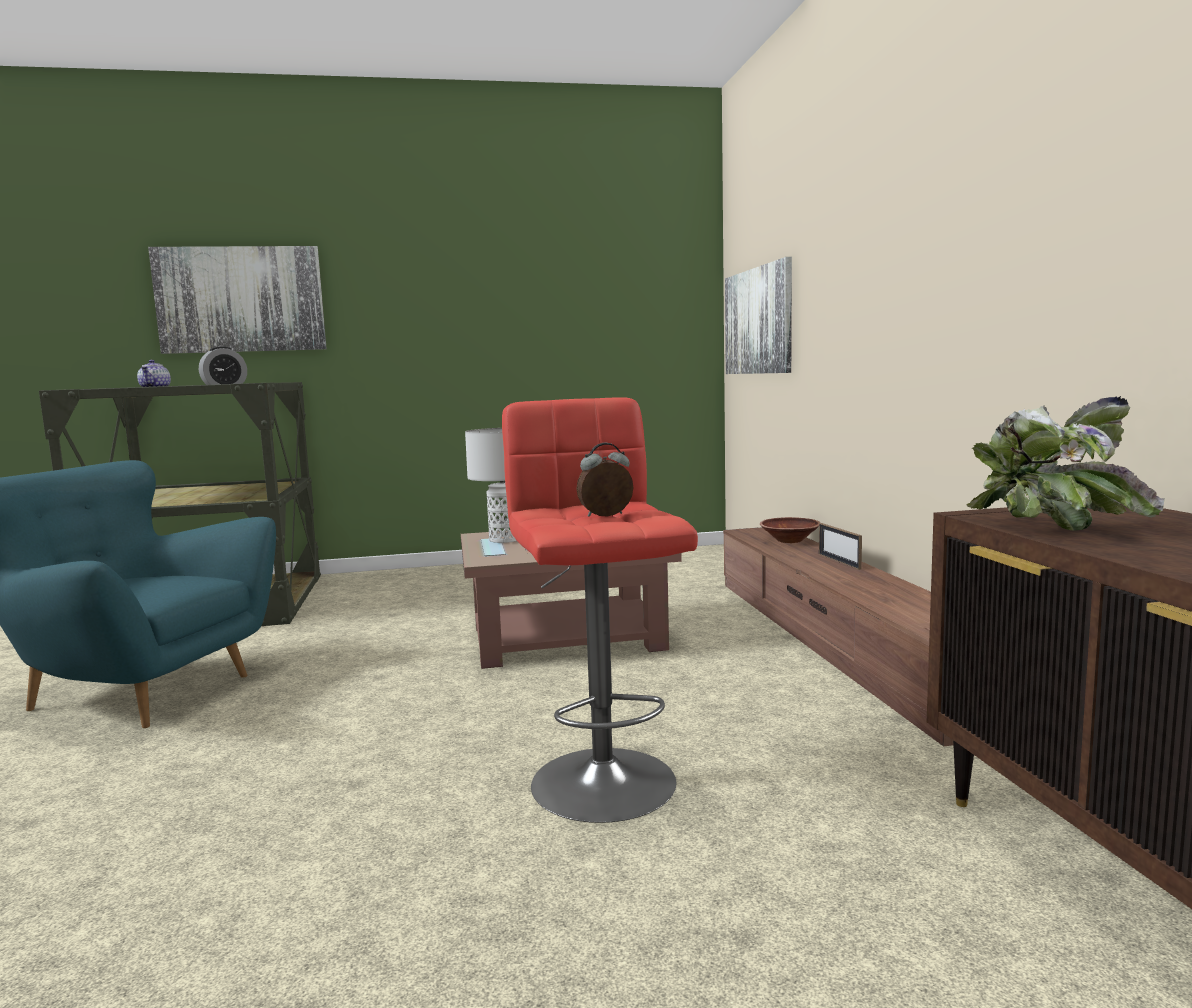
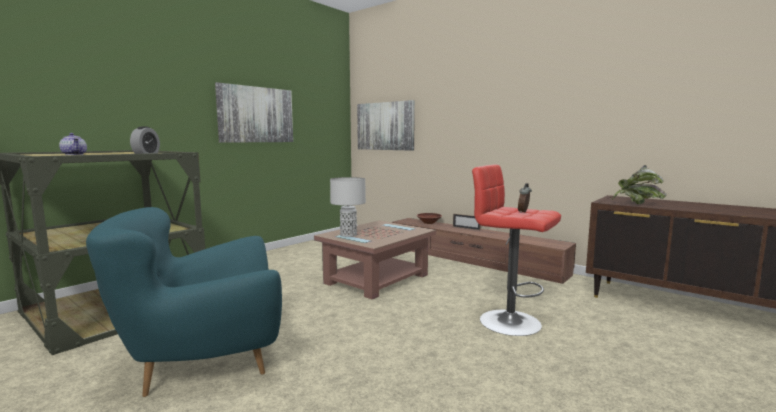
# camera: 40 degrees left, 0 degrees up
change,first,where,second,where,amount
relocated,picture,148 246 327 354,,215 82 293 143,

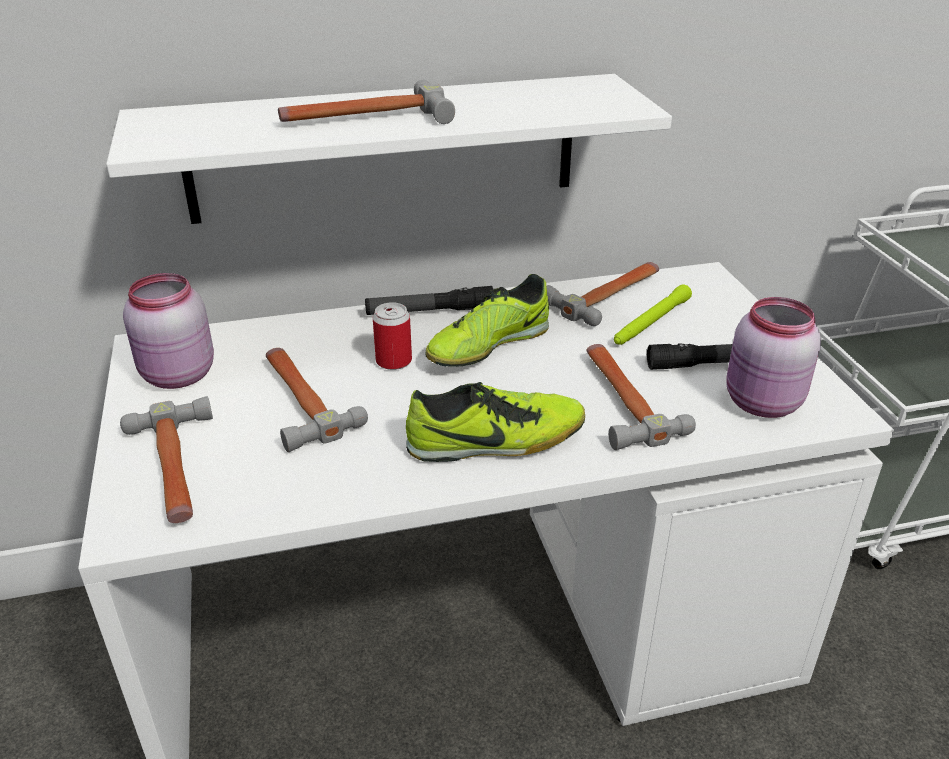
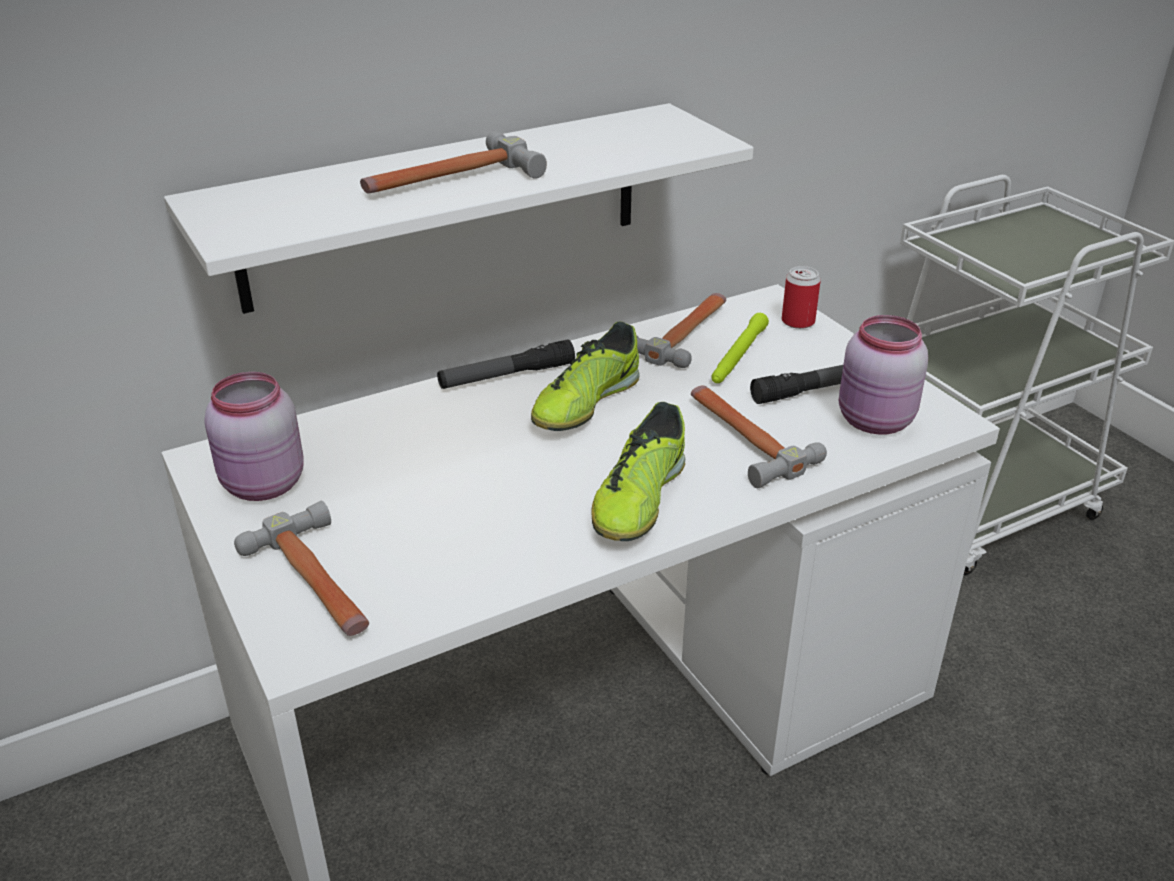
# camera: 15 degrees left, 0 degrees up
change,first,where,second,where,amount
relocated,can,373 302 412 370,,782 266 821 329,
missing,hammer,266 348 368 452,,,
spun,shoe,406 382 585 462,,591 402 685 541,135 degrees clockwise

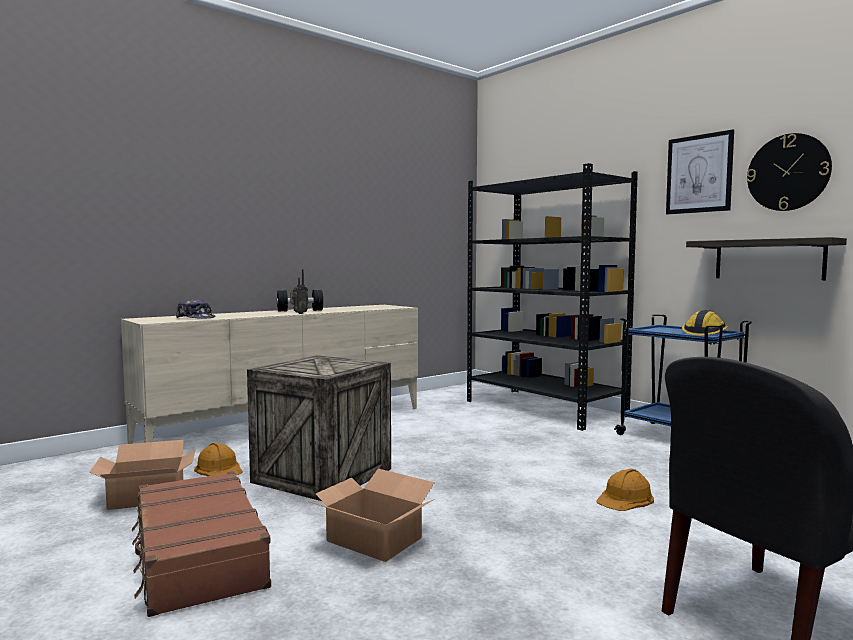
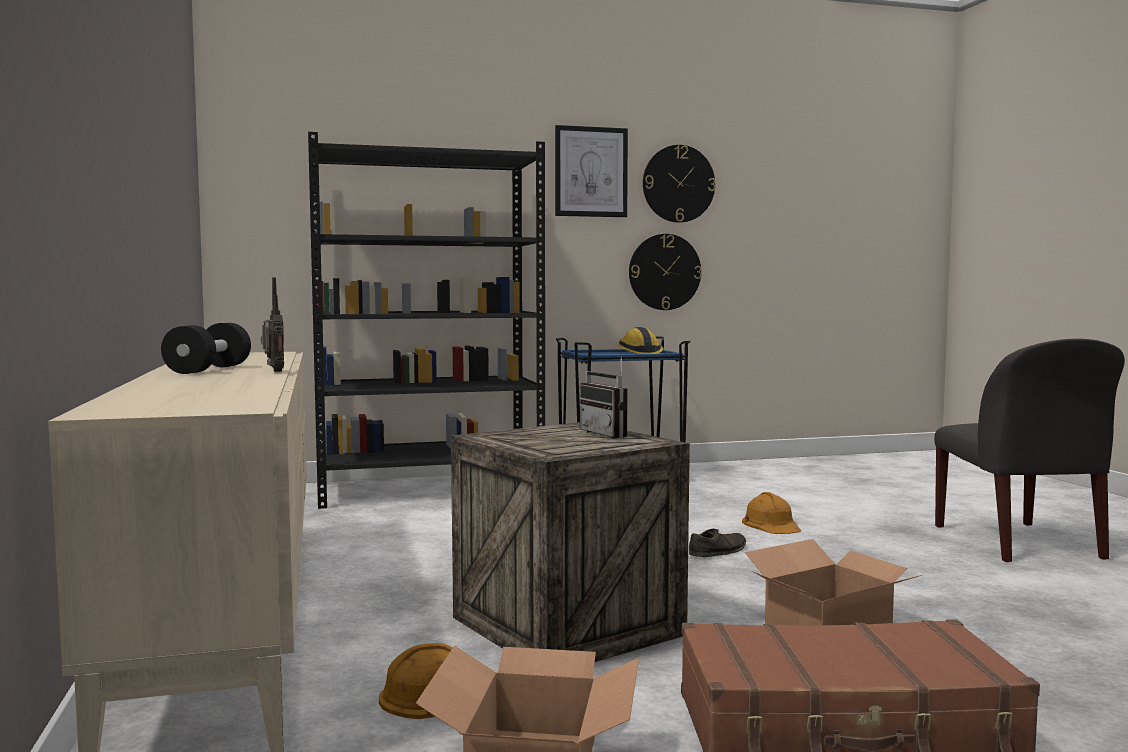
# camera: 65 degrees left, 0 degrees up
change,first,where,second,where,amount
exchanged,shelf,686 237 847 280,wall clock,629 234 702 310,
missing,cap,176 299 216 319,,,
appeared,,,radio,580 356 628 439,
appeared,,,brown shoe,689 529 746 557,

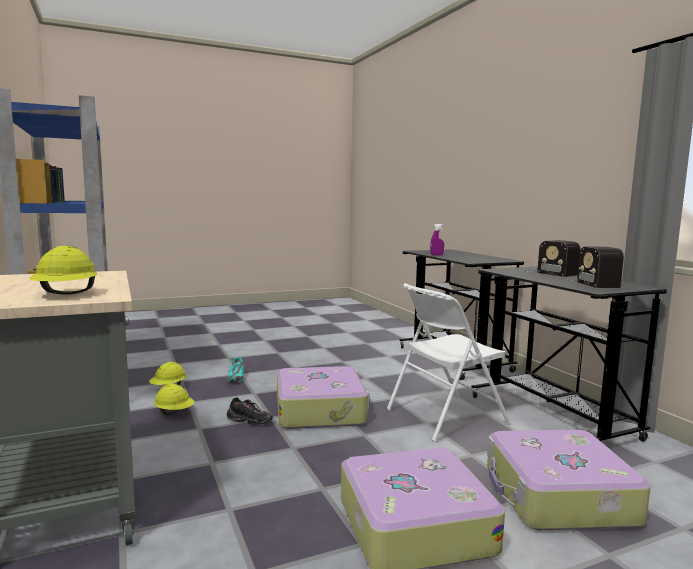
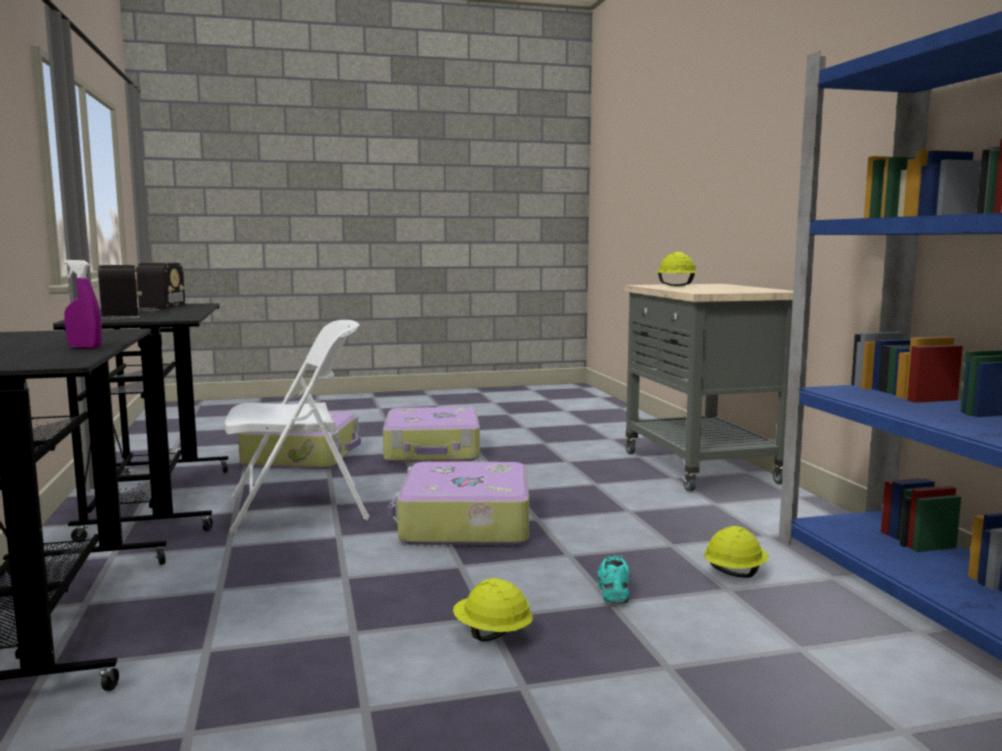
# camera: 170 degrees left, 0 degrees up
change,first,where,second,where,amount
relocated,yellow hard hat,154 384 194 415,,453 578 533 641,
missing,black shoe,227 397 273 425,,,

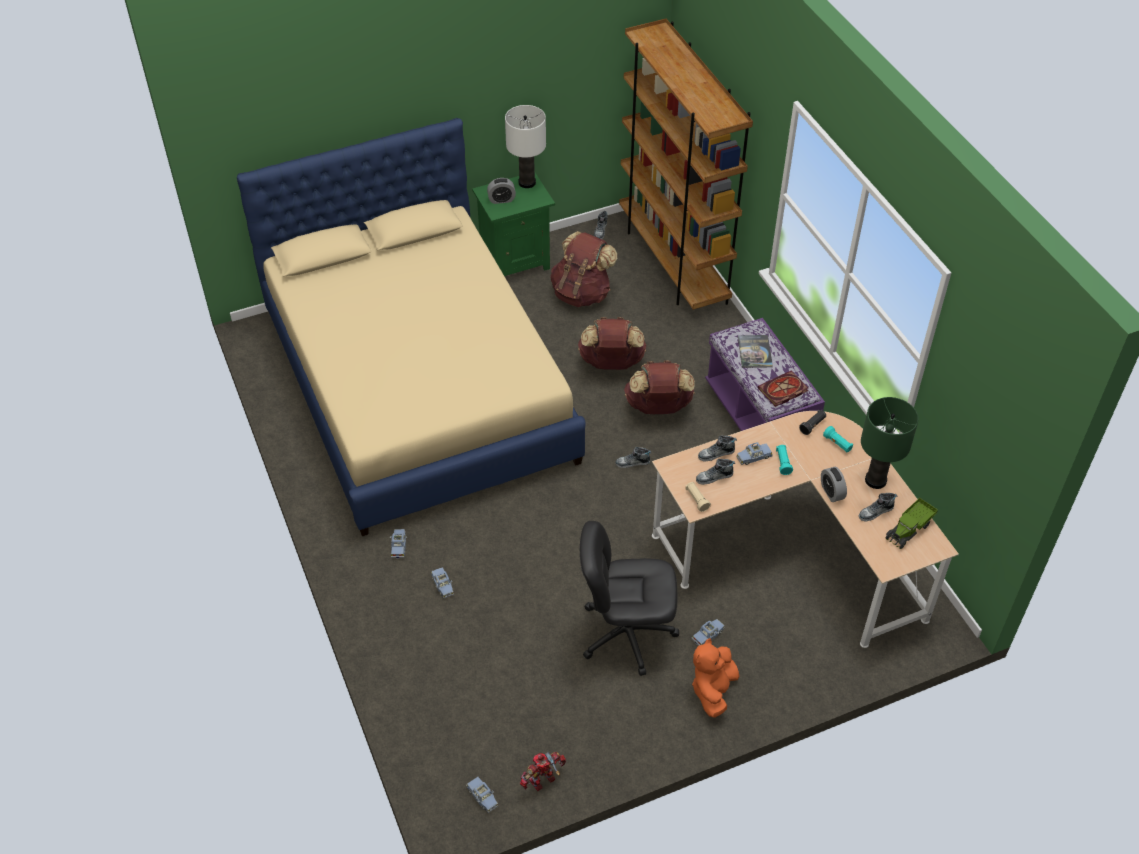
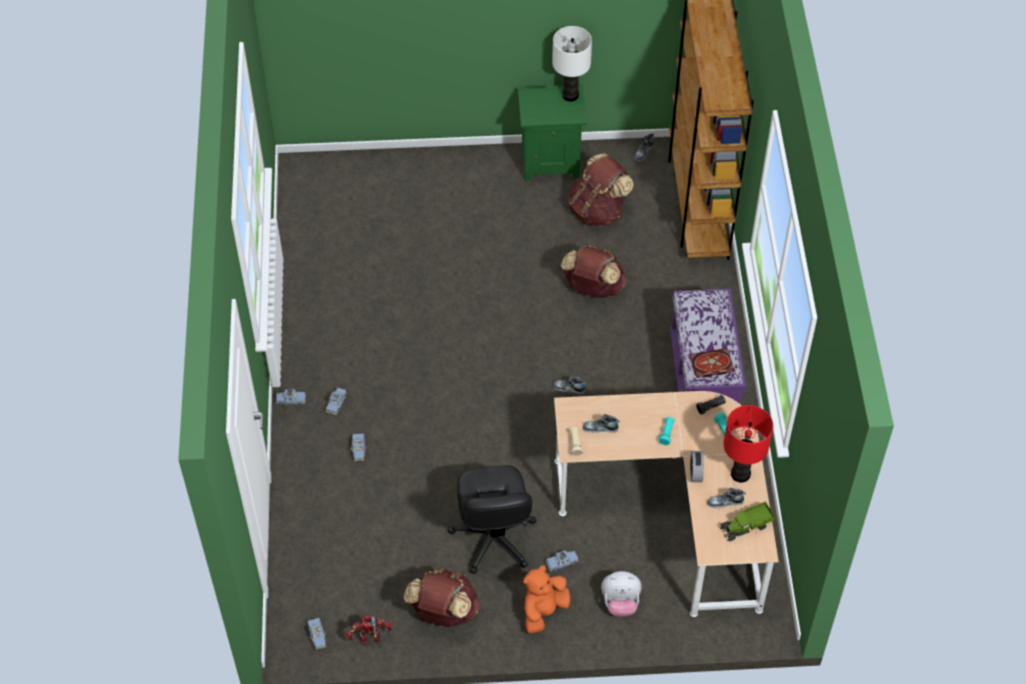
# camera: 20 degrees right, 5 degrees up
change,first,where,second,where,amount
missing,beige bed,237 118 586 536,,,
missing,alarm clock,487 178 516 204,,,
missing,book,738 335 773 368,,,
relocated,brown backpack,624 360 695 414,,404 567 480 627,
colour,green table lamp,861 397 918 489,red table lamp,723 405 773 482,
missing,shoe,698 436 737 462,,,
relocated,blue toy car,736 442 773 465,,276 389 306 405,
spun,black office chair,580 521 679 676,,448 465 537 574,120 degrees counterclockwise
appeared,,,plush toy,601 571 642 617,

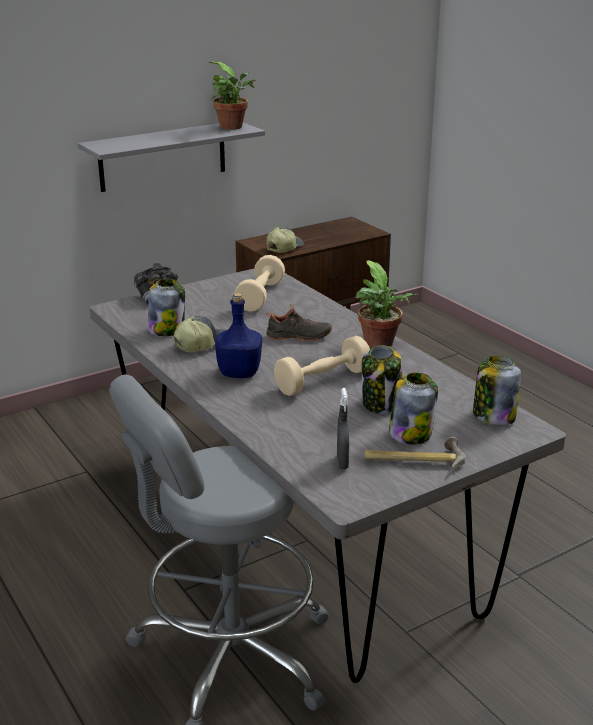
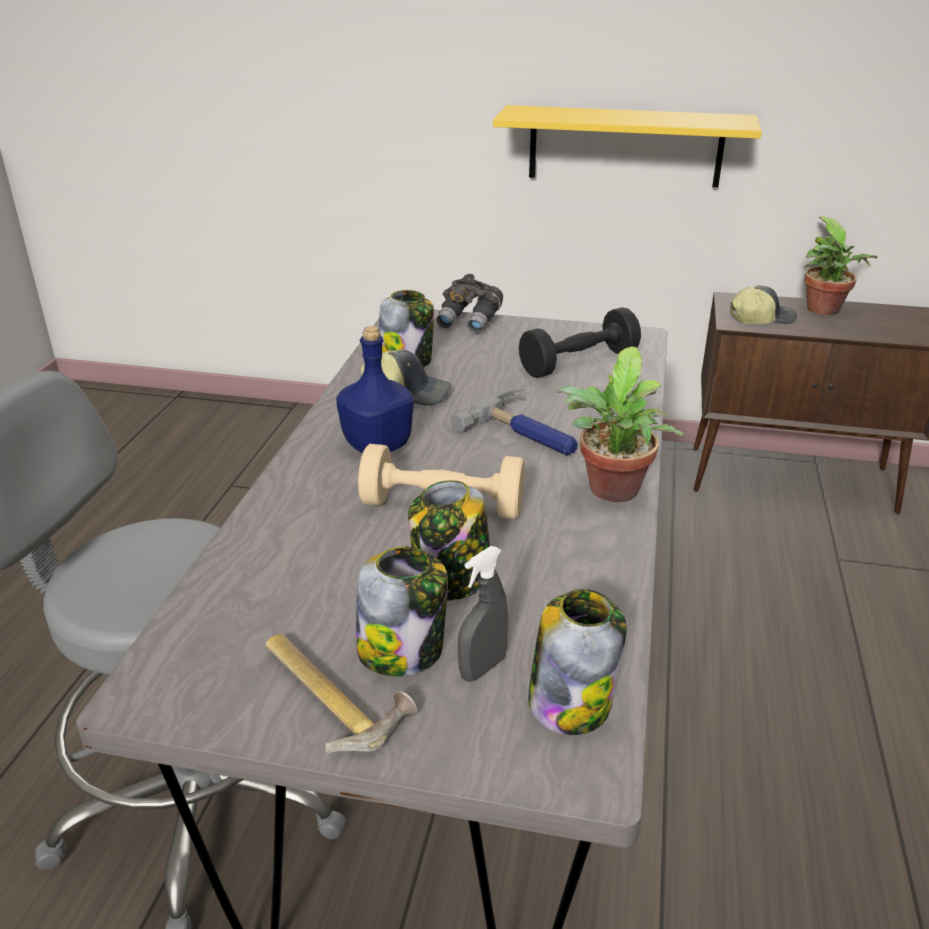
# camera: 45 degrees right, 5 degrees up
change,first,where,second,where,amount
relocated,potted plant,209 61 256 130,,803 216 877 316,
colour,grey shelf,78 123 265 192,yellow shelf,493 105 762 188,
colour,beige dumbbell,234 255 285 312,black dumbbell,519 307 641 378,
exchanged,black shoe,266 304 332 341,hammer,450 389 578 455,
relocated,grey spray bottle,337 388 349 469,,458 546 508 682,

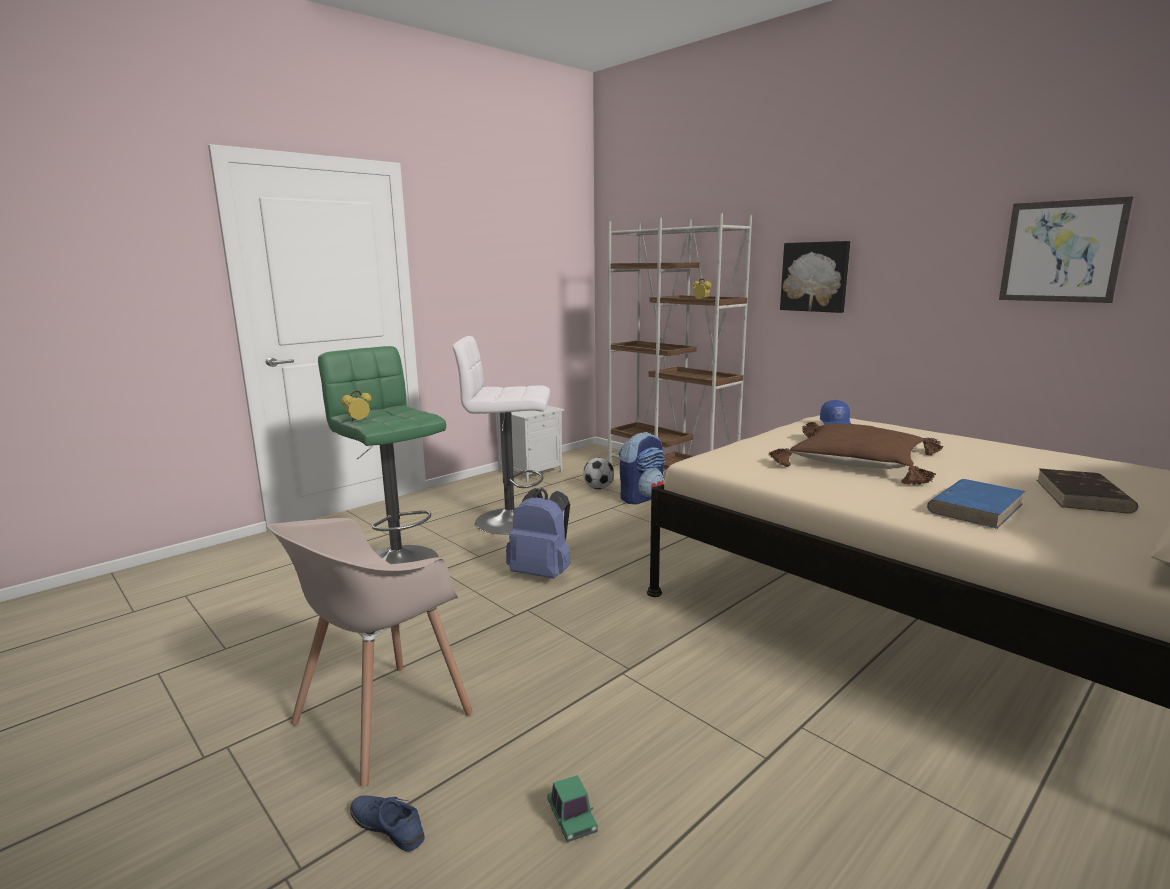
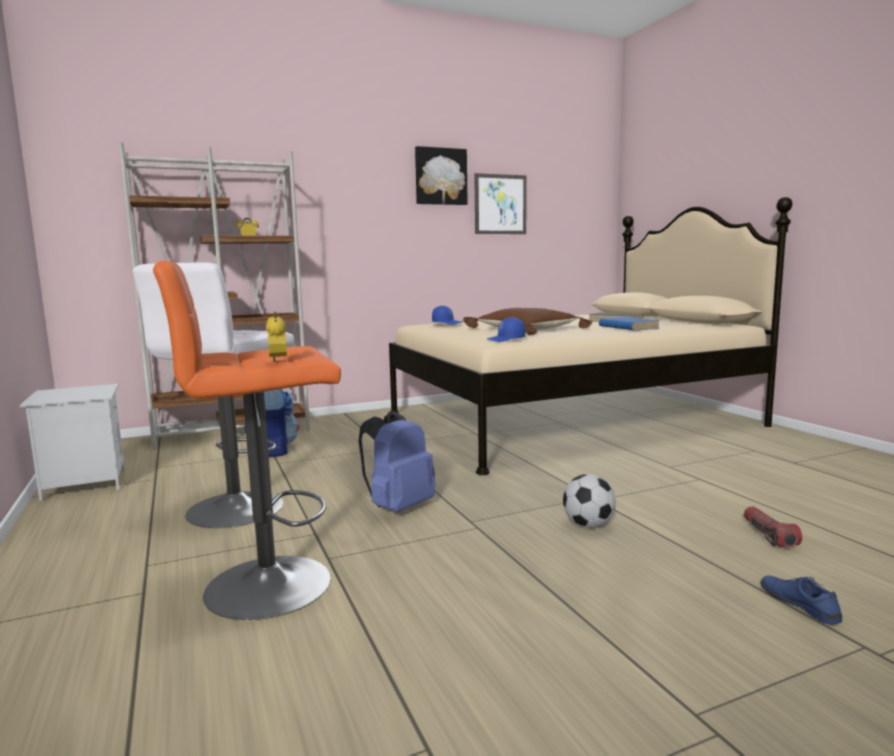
# camera: 70 degrees left, 5 degrees down
change,first,where,second,where,amount
relocated,picture,780 241 850 313,,415 146 468 205,
colour,green stool,318 346 446 564,orange stool,153 261 341 620,
relocated,football,583 458 614 489,,563 474 616 528,
missing,beige chair,267 518 473 787,,,
exchanged,toy car,548 775 597 843,flashlight,744 506 802 547,
spun,blue shoe,350 795 425 852,,761 575 842 625,105 degrees clockwise
appeared,,,blue cap,487 317 525 342,

